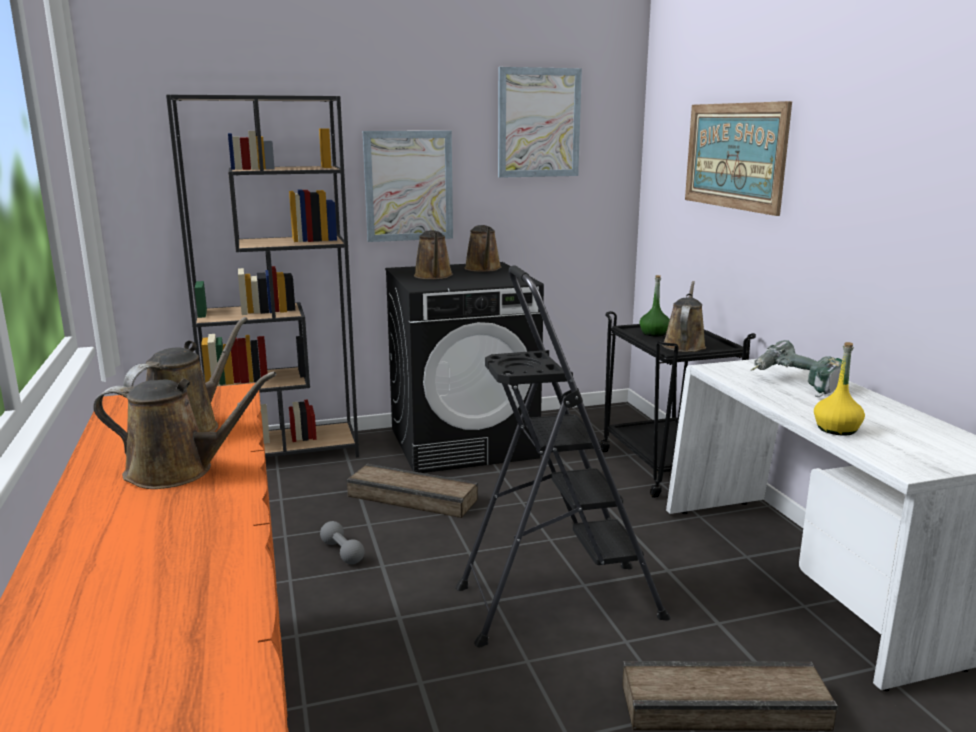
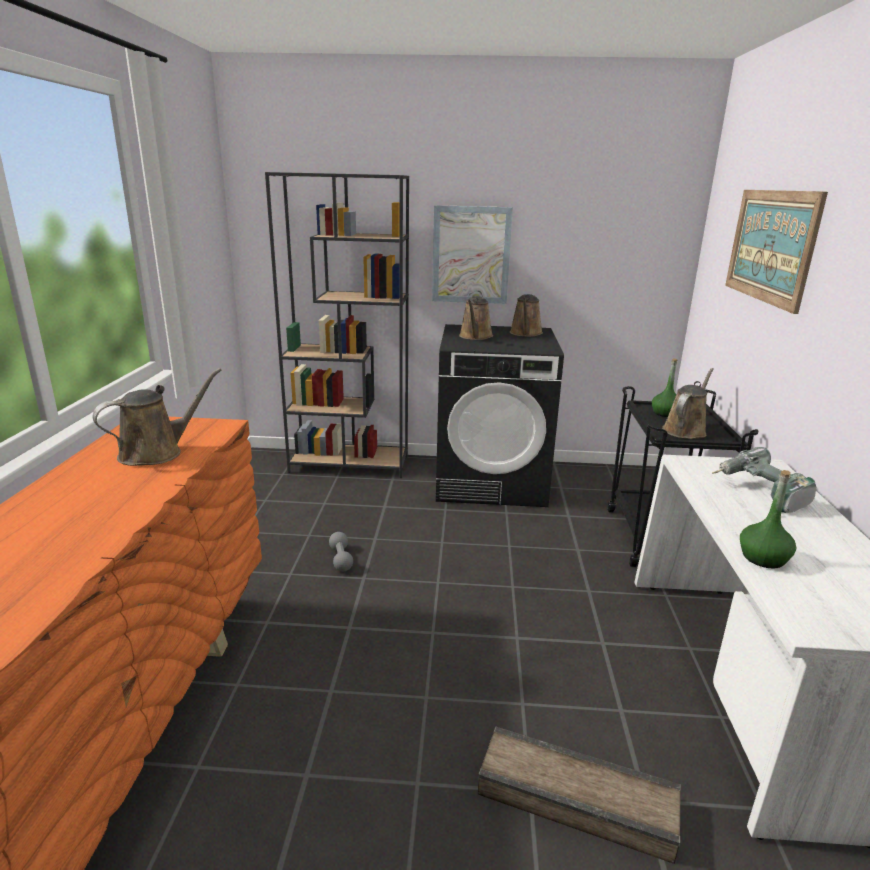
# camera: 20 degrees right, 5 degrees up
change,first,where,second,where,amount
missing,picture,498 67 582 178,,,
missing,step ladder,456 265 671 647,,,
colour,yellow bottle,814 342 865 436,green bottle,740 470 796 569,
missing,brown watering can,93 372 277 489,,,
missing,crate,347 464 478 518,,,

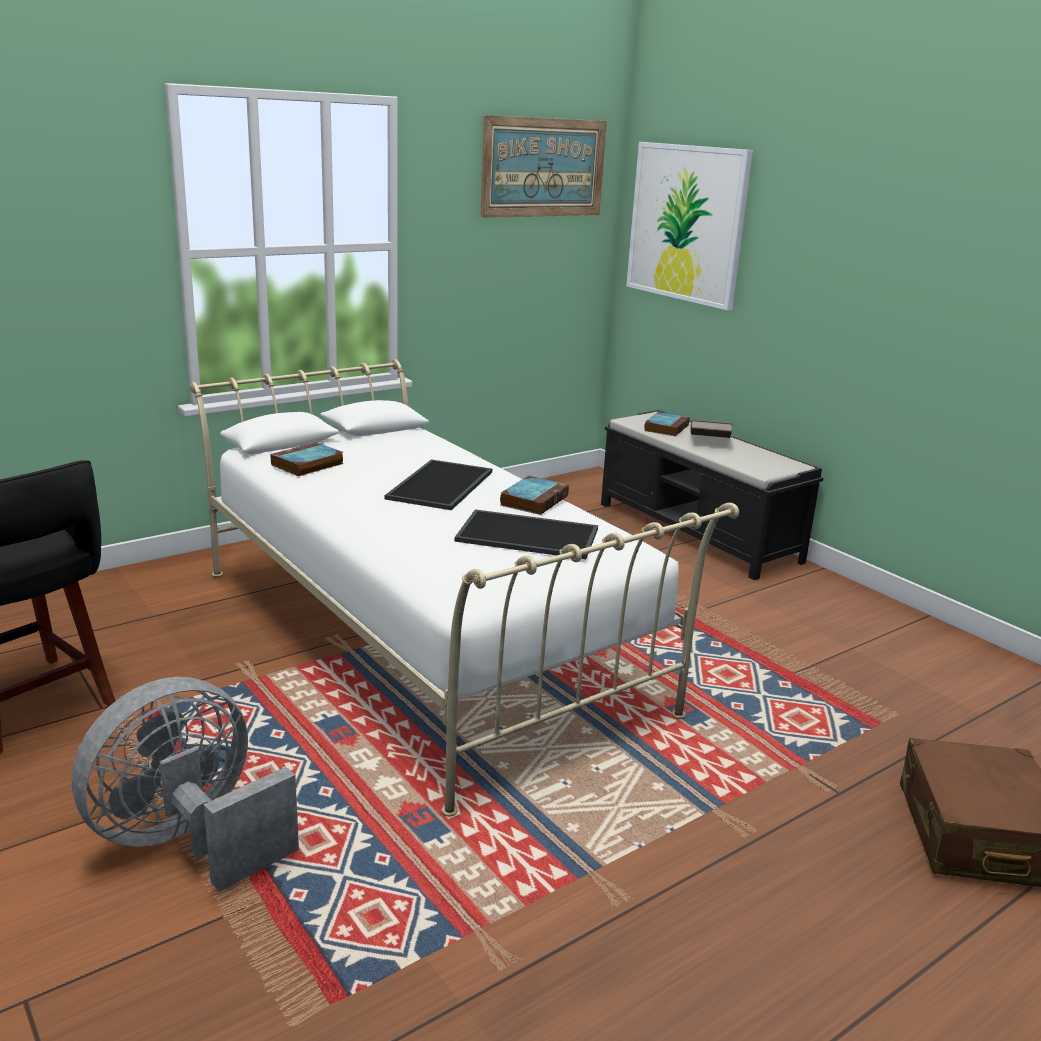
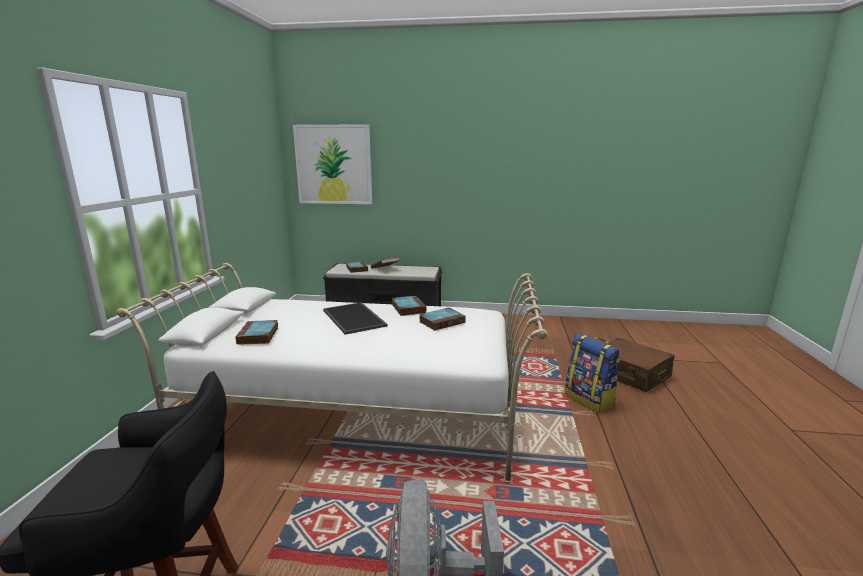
# camera: 45 degrees left, 5 degrees down
change,first,where,second,where,amount
missing,picture,480 115 607 218,,,
exchanged,tray,455 509 598 559,book,419 308 466 331,
appeared,,,backpack,565 334 620 413,

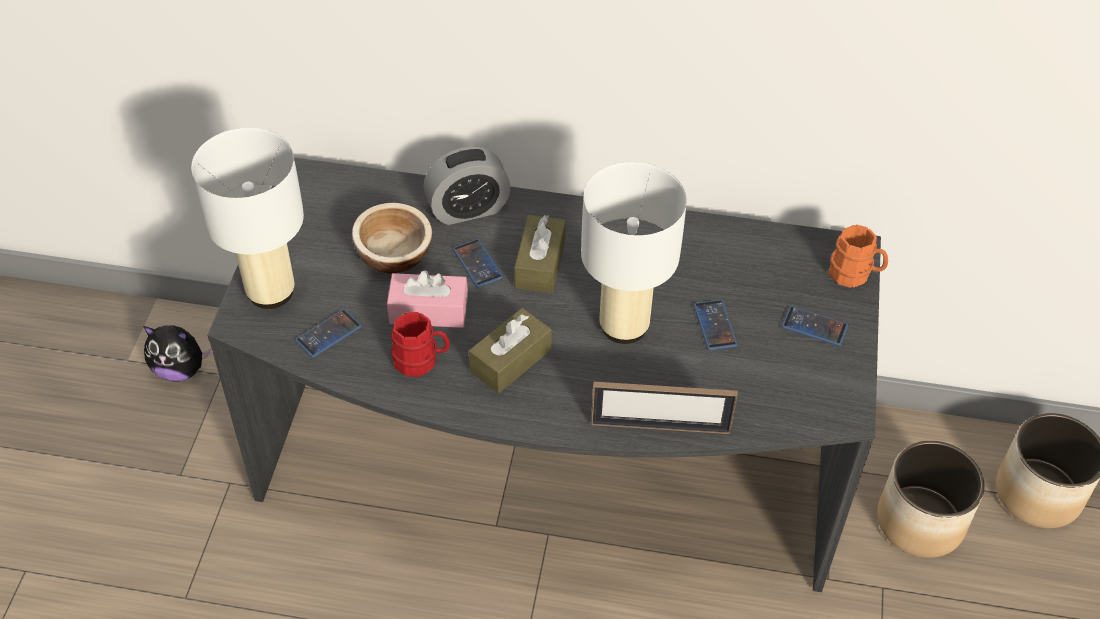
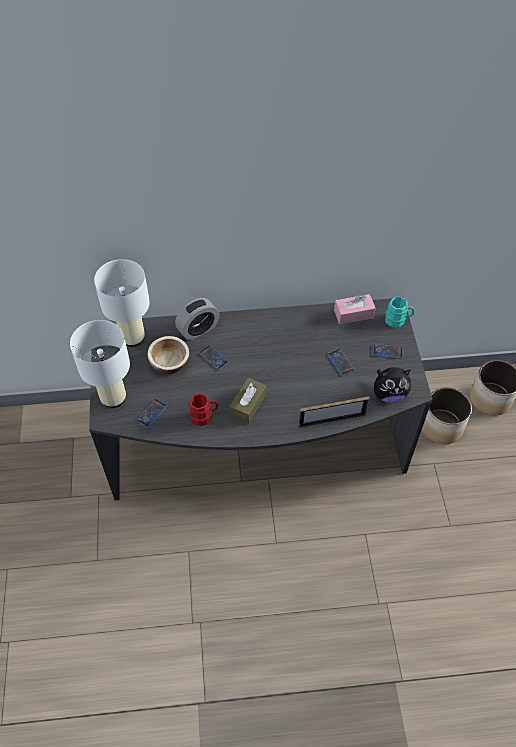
# camera: 15 degrees left, 5 degrees up
change,first,where,second,where,amount
relocated,white table lamp,581 162 687 344,,94 259 150 347,
missing,brown tissue box,514 215 566 293,,,
colour,orange mug,828 225 888 288,turquoise mug,385 297 414 328,
relocated,pink tissue box,387 271 468 328,,334 294 376 324,
relocated,plush toy,143 325 212 381,,374 367 411 403,

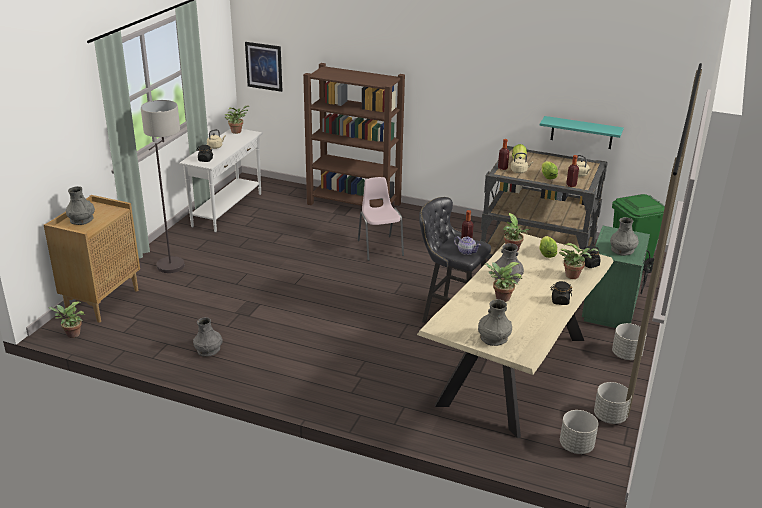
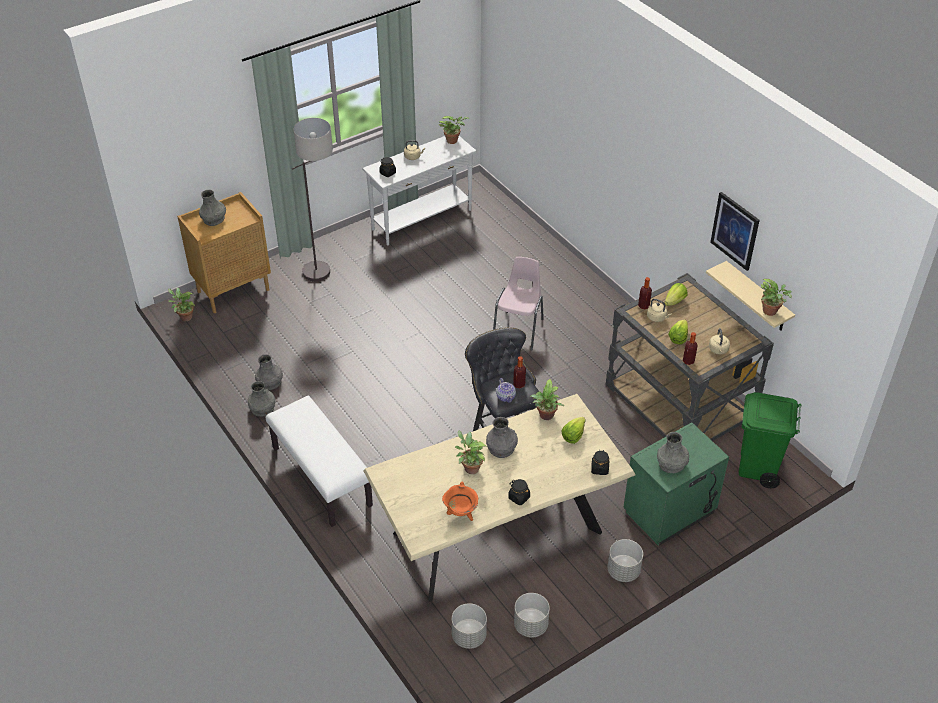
# camera: 35 degrees right, 15 degrees up
change,first,where,second,where,amount
relocated,picture,245 42 282 92,,710 192 760 271,
missing,brown bookcase,303 63 405 208,,,
colour,turquoise shelf,540 116 624 149,beige shelf,706 261 795 331,
relocated,potted plant,559 243 598 279,,761 279 792 316,
relocated,grey vase,478 299 512 346,,248 381 276 417,
appeared,,,white bench,266 396 373 527,
appeared,,,orange cooking pot,442 482 478 521,

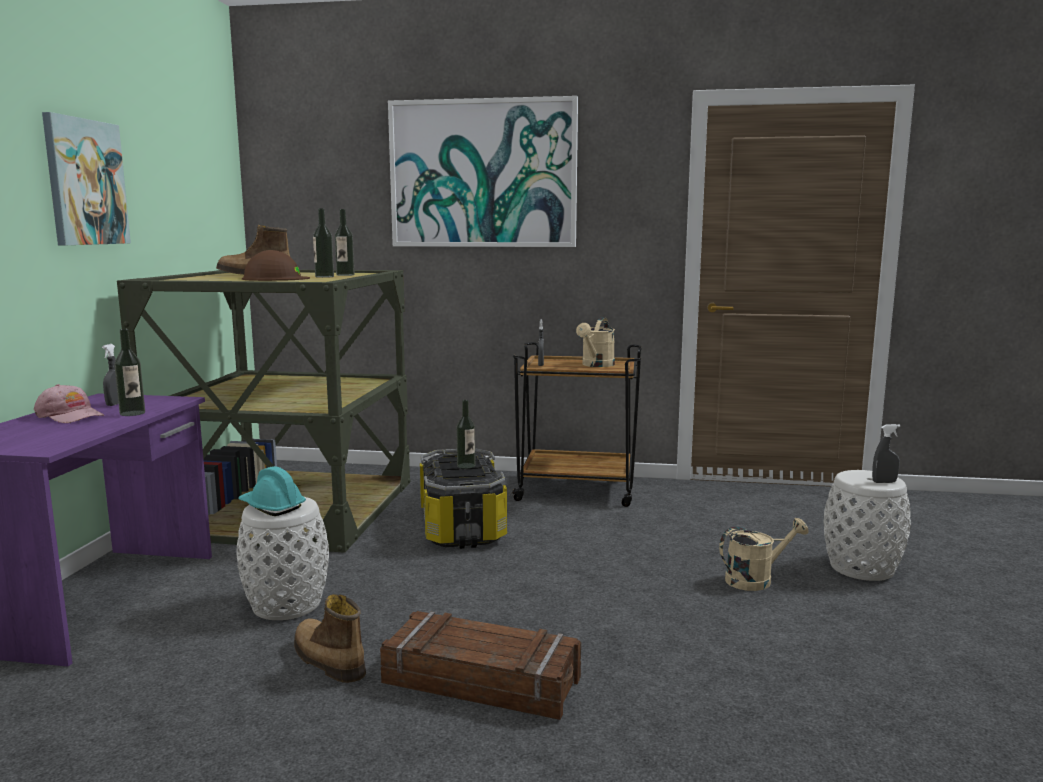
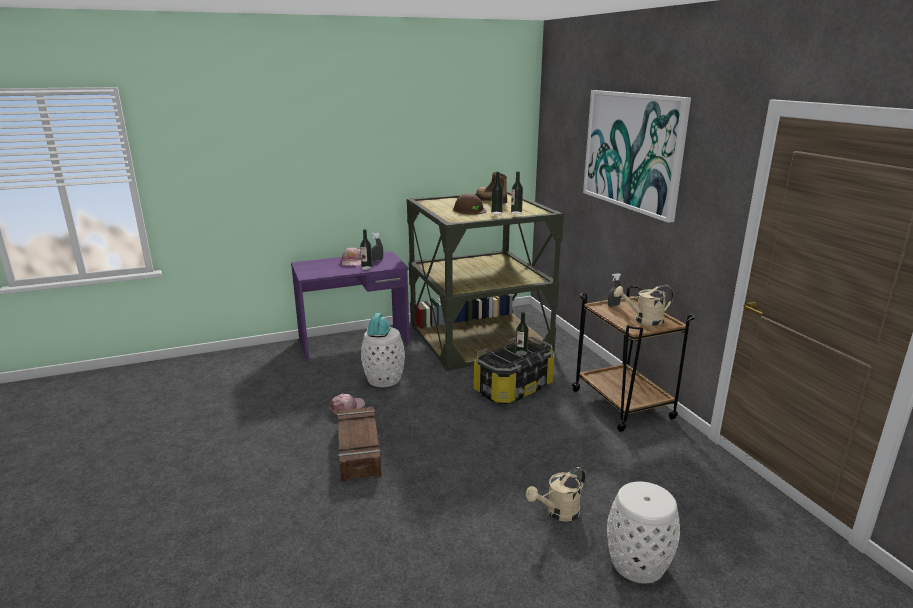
# camera: 60 degrees right, 10 degrees up
change,first,where,second,where,amount
missing,picture,42 112 131 245,,,
missing,grey spray bottle,872 424 900 483,,,
spun,beige watering can,719 518 809 591,,526 467 586 522,105 degrees clockwise
exchanged,boot,294 594 366 683,pink cap,330 394 365 415,

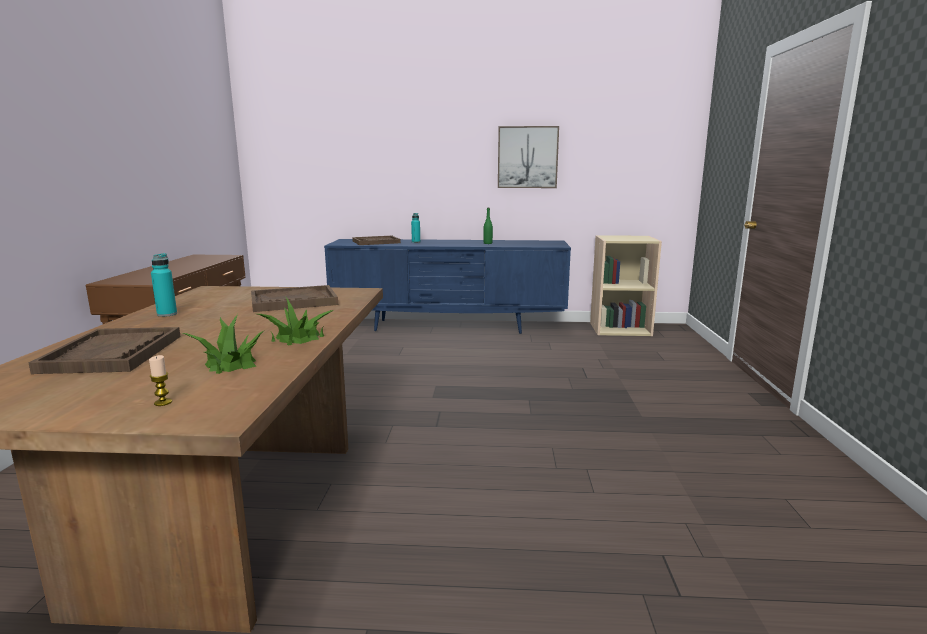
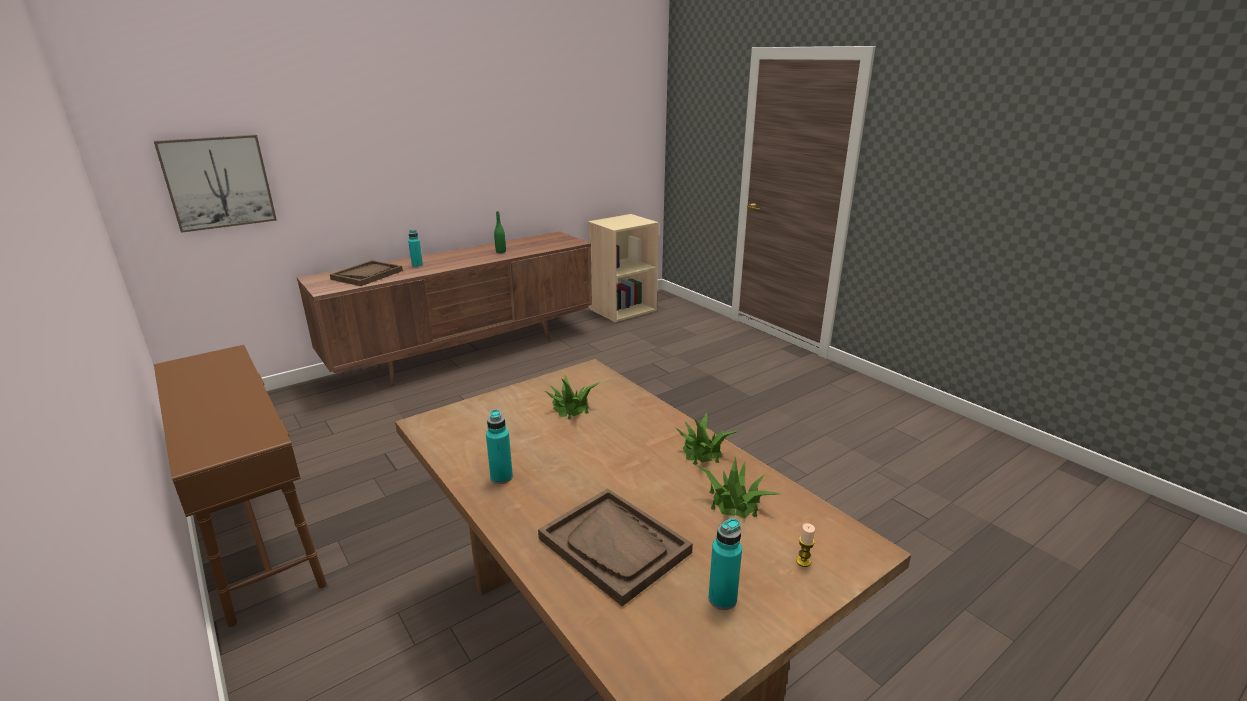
# camera: 40 degrees left, 10 degrees up
change,first,where,second,where,amount
relocated,picture,498 126 559 188,,154 135 277 233,
colour,blue cabinet,324 239 571 334,brown cabinet,297 231 592 385,
exchanged,brown tray,251 285 338 312,potted plant,545 375 601 419,
appeared,,,turquoise bottle,708 518 742 610,

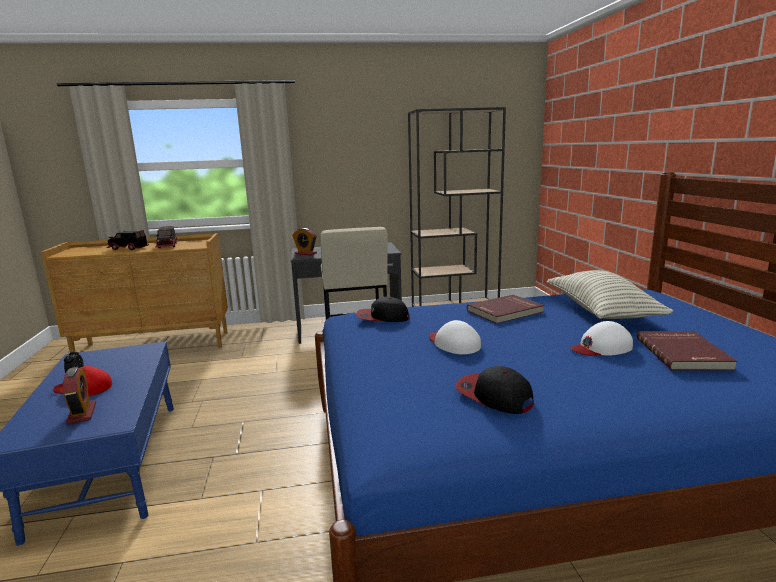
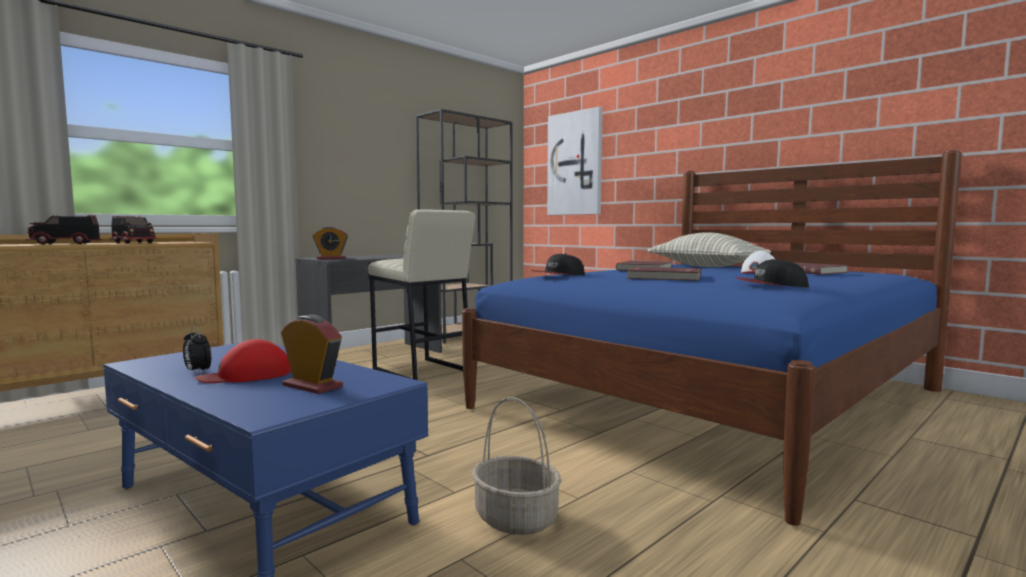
# camera: 35 degrees left, 10 degrees down
change,first,where,second,where,amount
exchanged,white cap,429 320 481 355,red book,627 267 701 281,
appeared,,,picture,547 106 602 215,
appeared,,,basket,472 397 562 535,

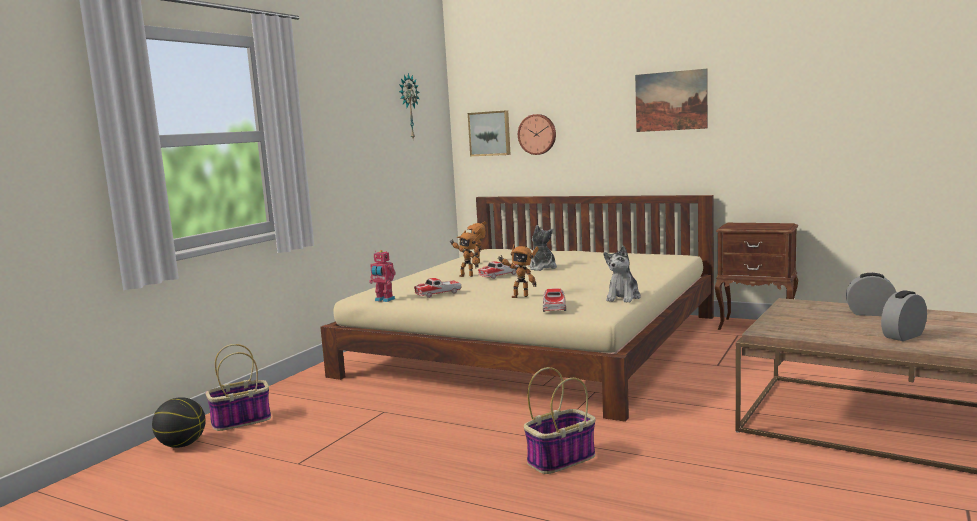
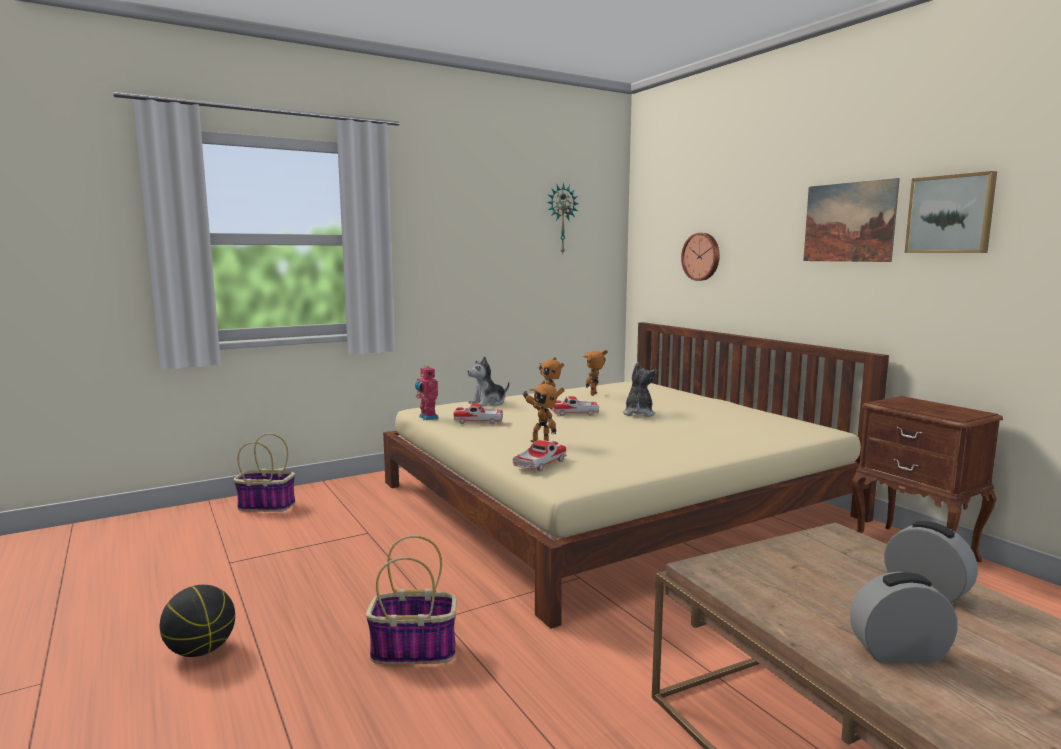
# camera: 30 degrees right, 0 degrees up
change,first,where,second,where,amount
relocated,picture,468 110 511 156,,904 171 997 253,
relocated,plush toy,604 246 641 303,,468 356 510 406,
relocated,basketball,152 397 206 448,,160 585 235 657,

